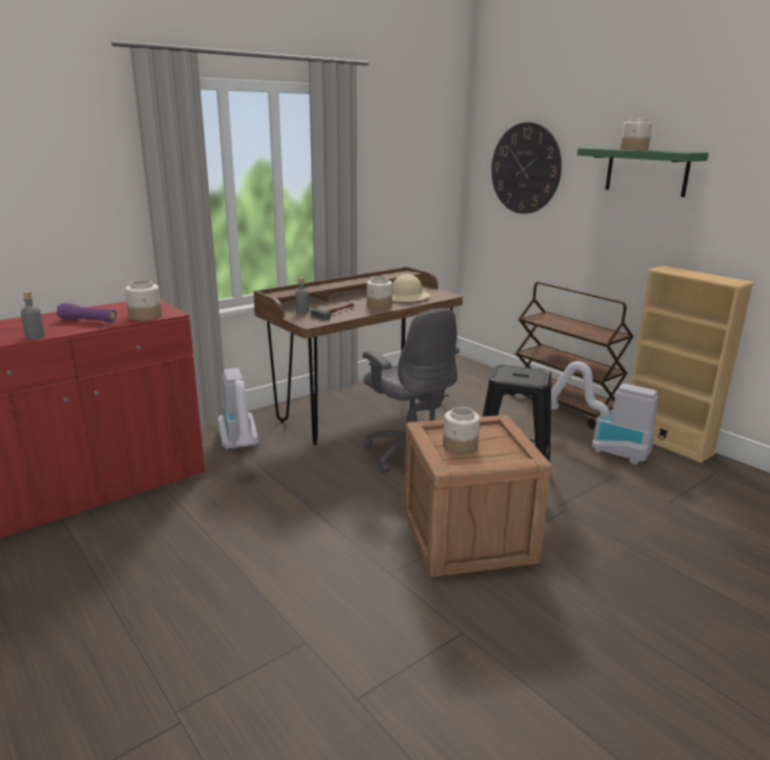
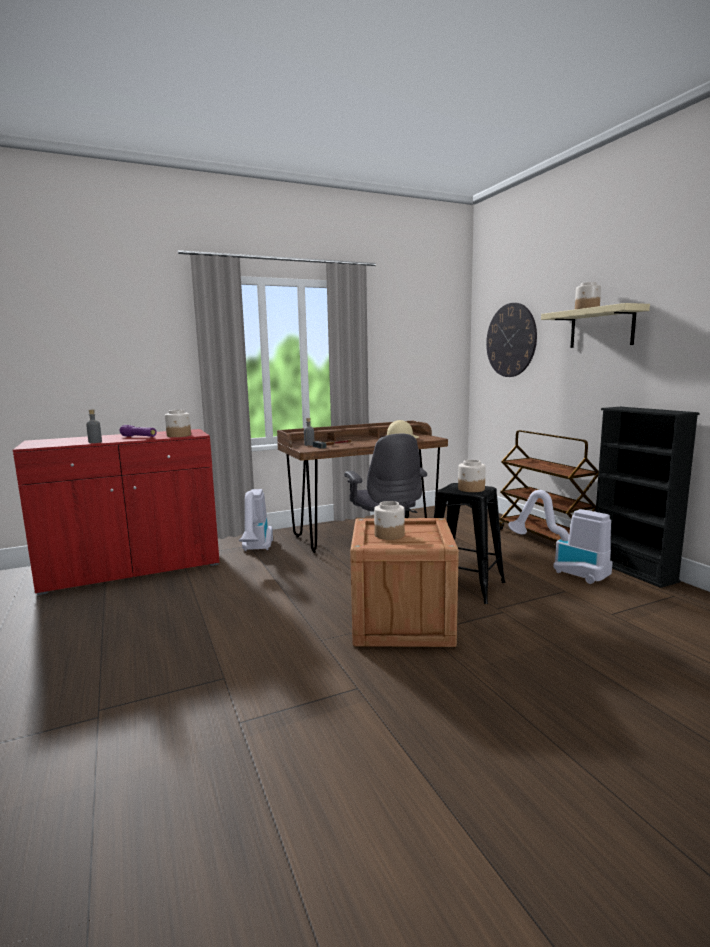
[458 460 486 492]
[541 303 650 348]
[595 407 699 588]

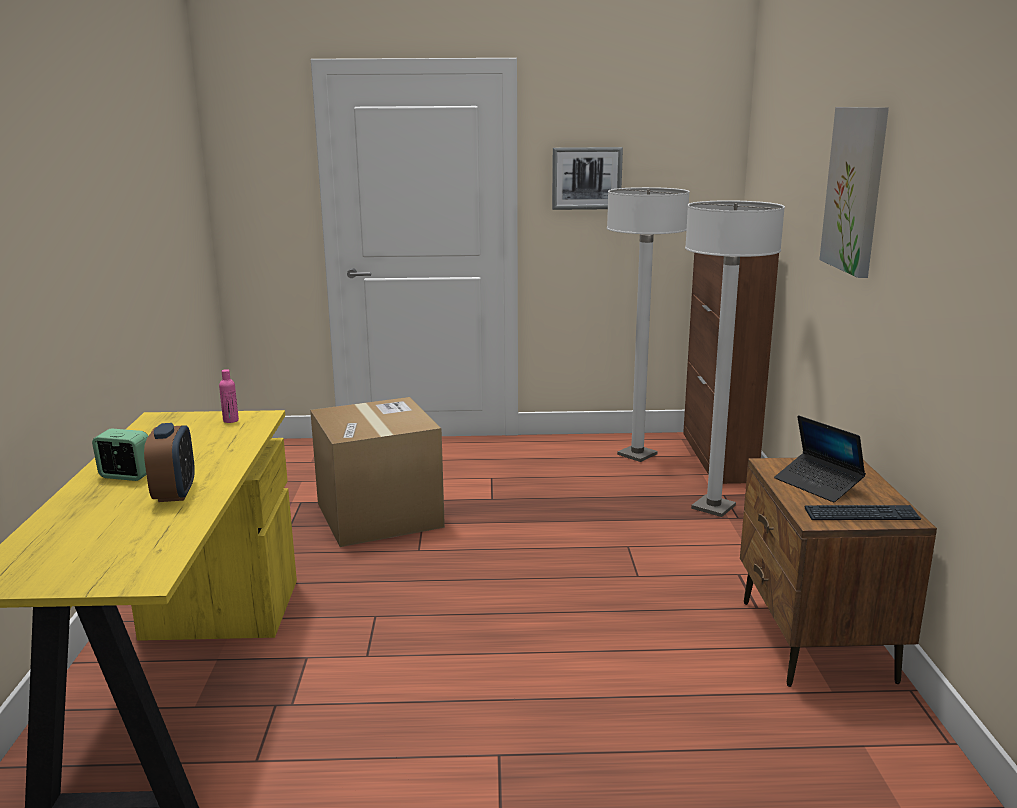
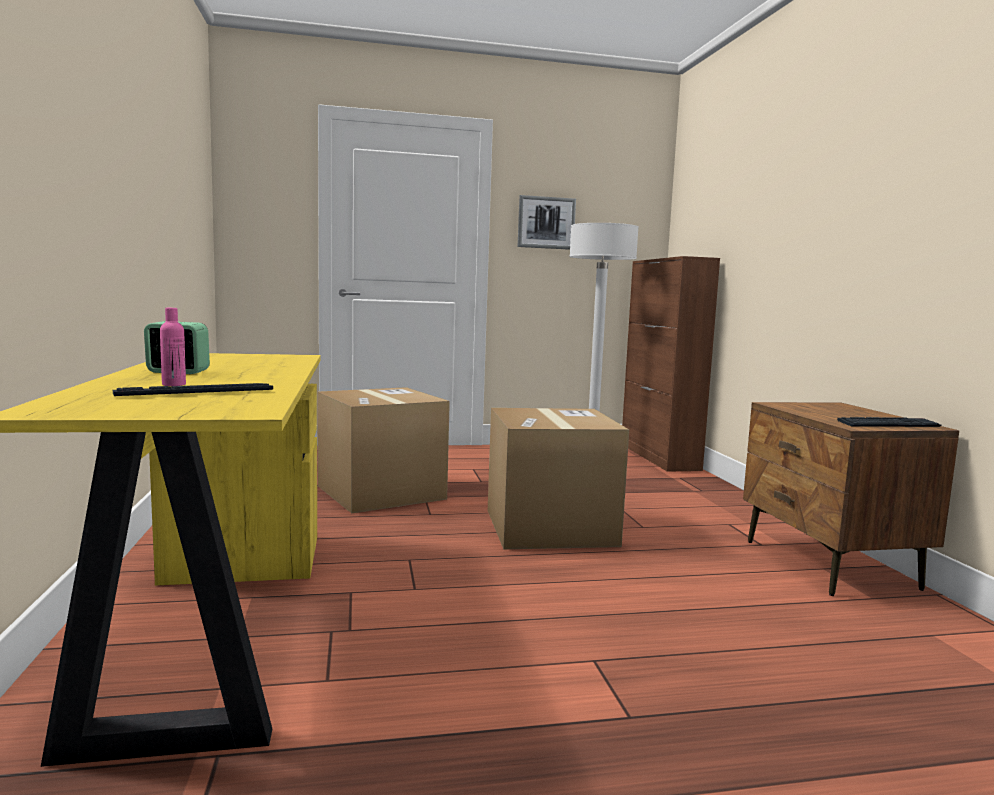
[113 383 273 396]
[160 308 186 386]
[488 408 629 549]
[144 423 195 502] (first image)
[685 200 785 517] (first image)
[774 415 866 502] (first image)
[819 107 889 278] (first image)

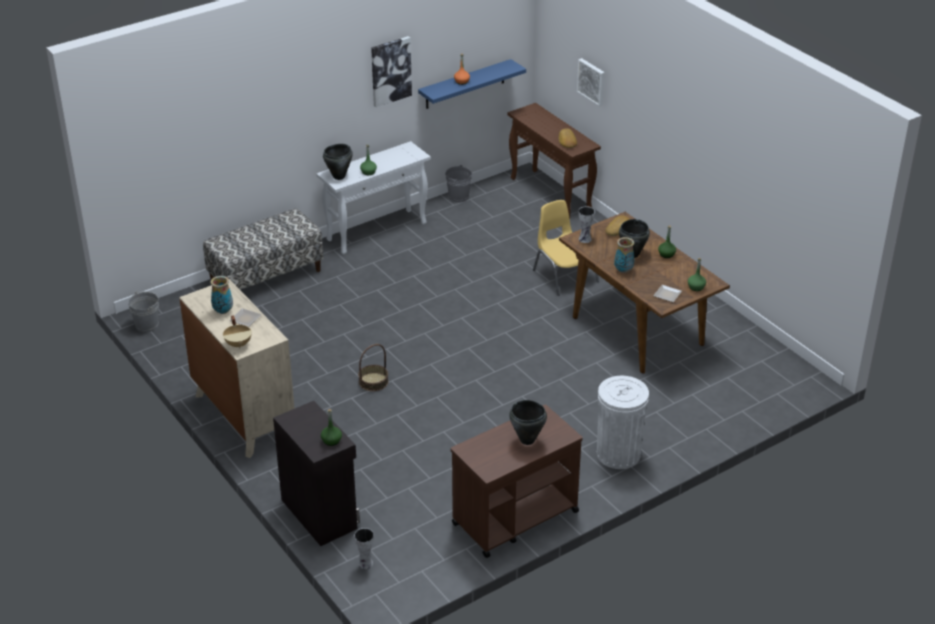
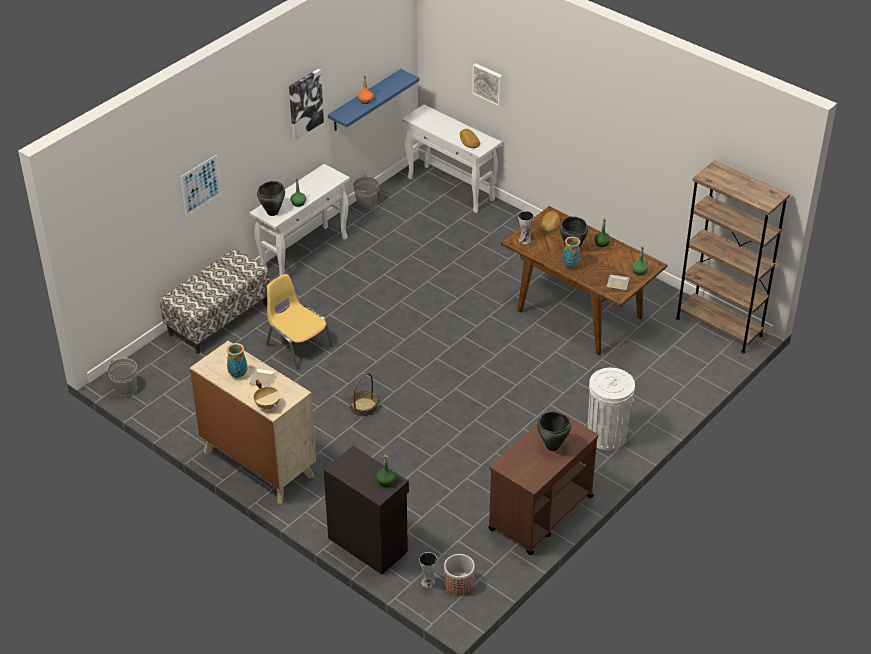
[181 154 221 216]
[266 274 333 369]
[402 105 502 213]
[444 554 475 595]
[676 160 790 354]

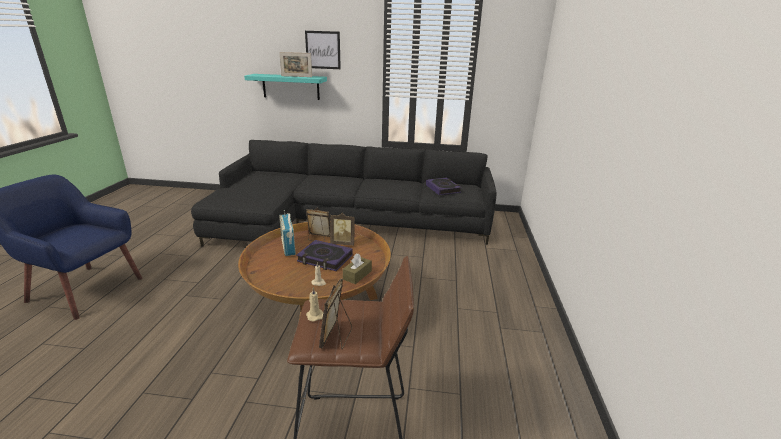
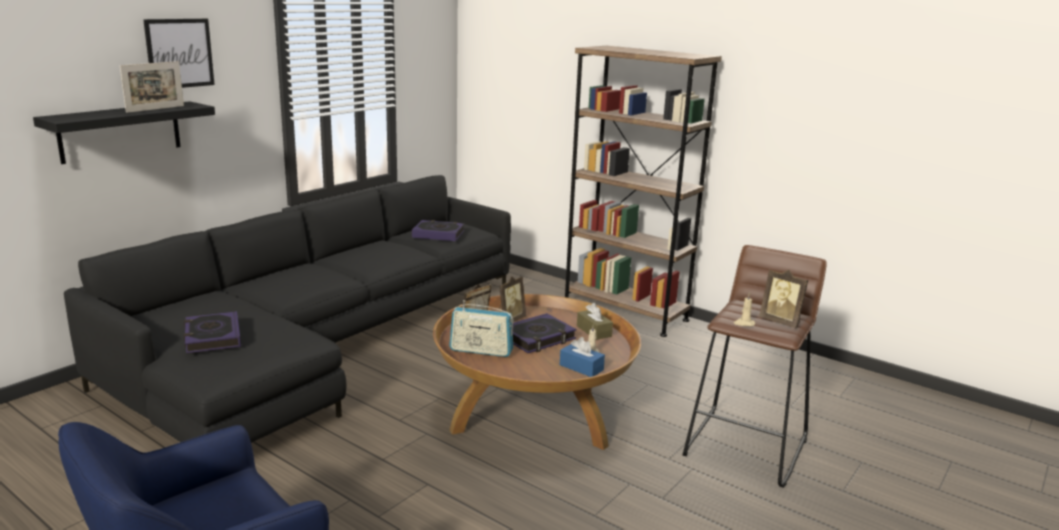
[33 101 215 164]
[184 311 241 354]
[560 337 605 377]
[565 46 722 337]

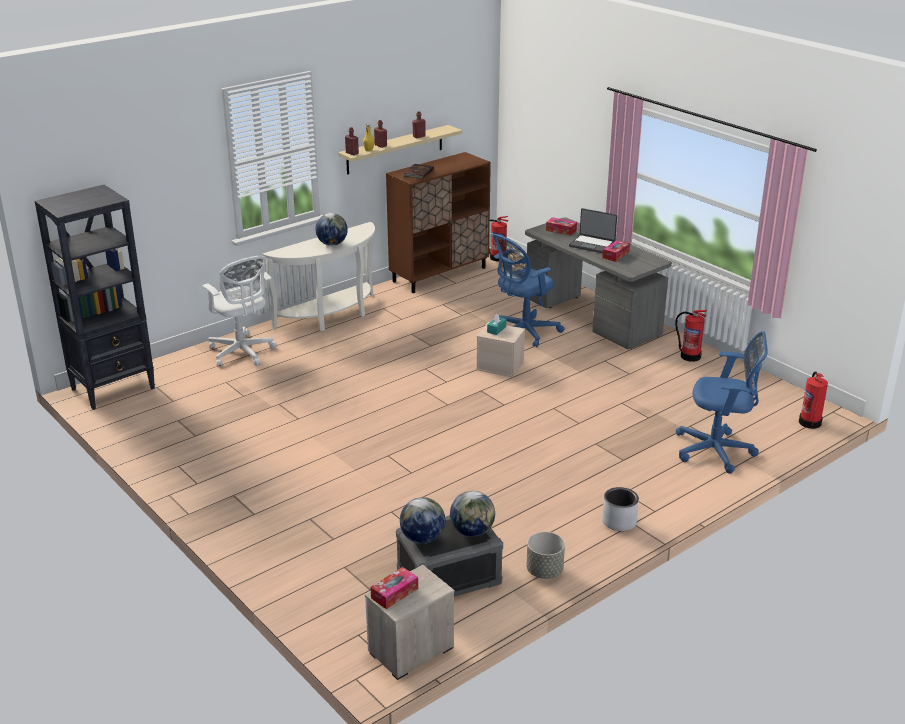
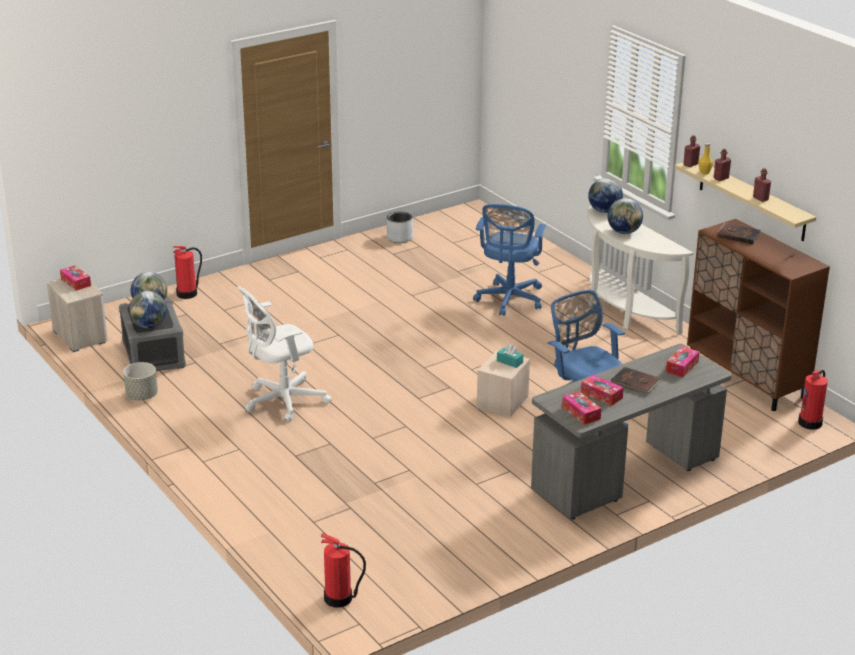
[173 246 202 299]
[237 286 332 422]
[387 212 413 243]
[473 204 546 316]
[562 391 601 425]
[588 178 623 213]
[611 367 660 395]
[35 185 155 410] (first image)

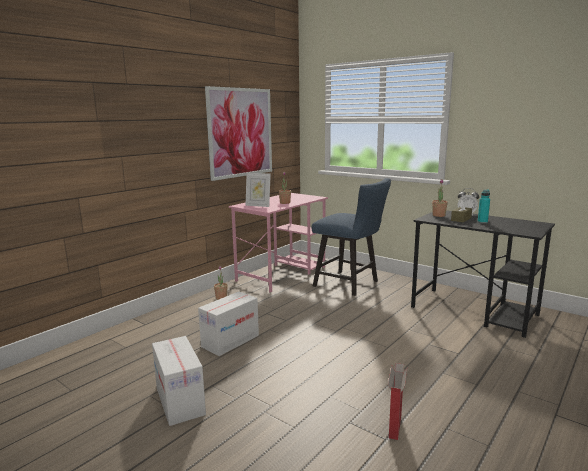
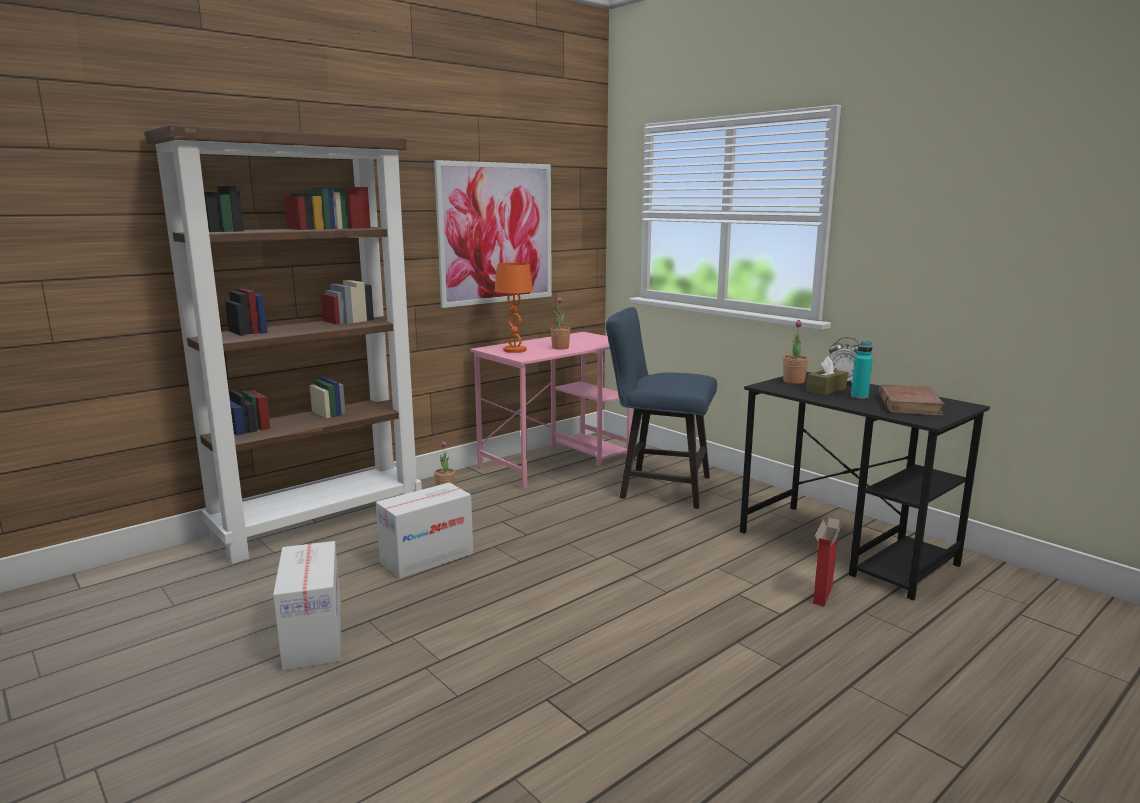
[145 125 422 564]
[494 263 533 353]
[606 307 717 509]
[813 518 843 607]
[879 385 945 416]

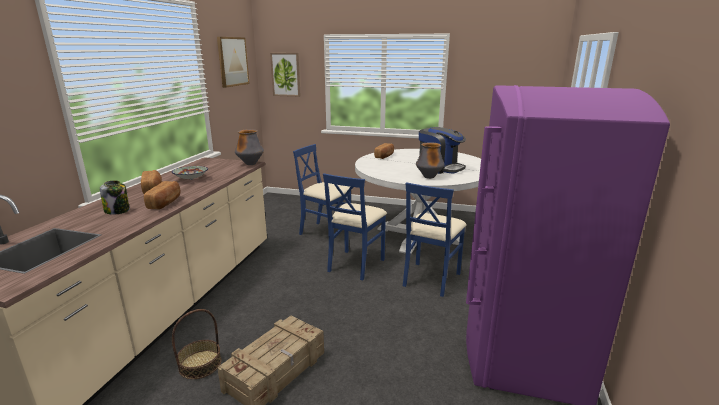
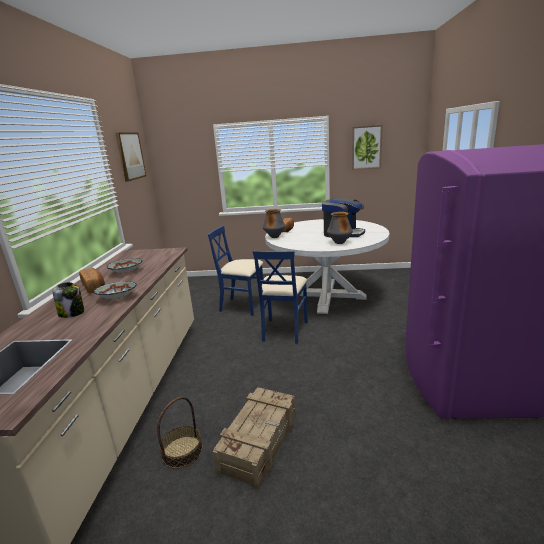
[94 281 137 299]
[263 209 285 238]
[352 125 383 170]
[403 182 467 297] (first image)

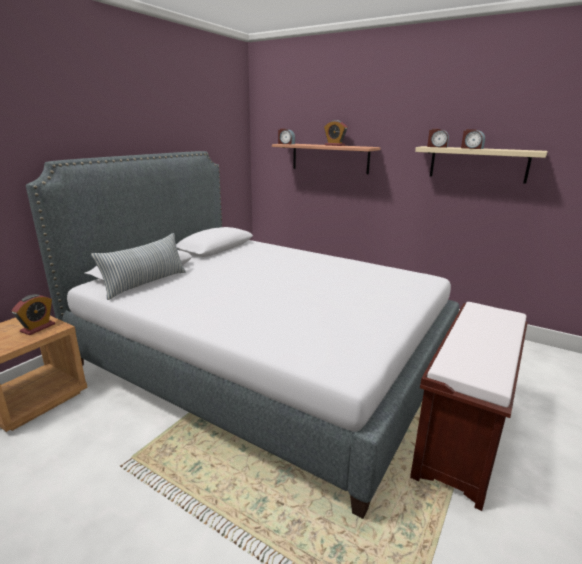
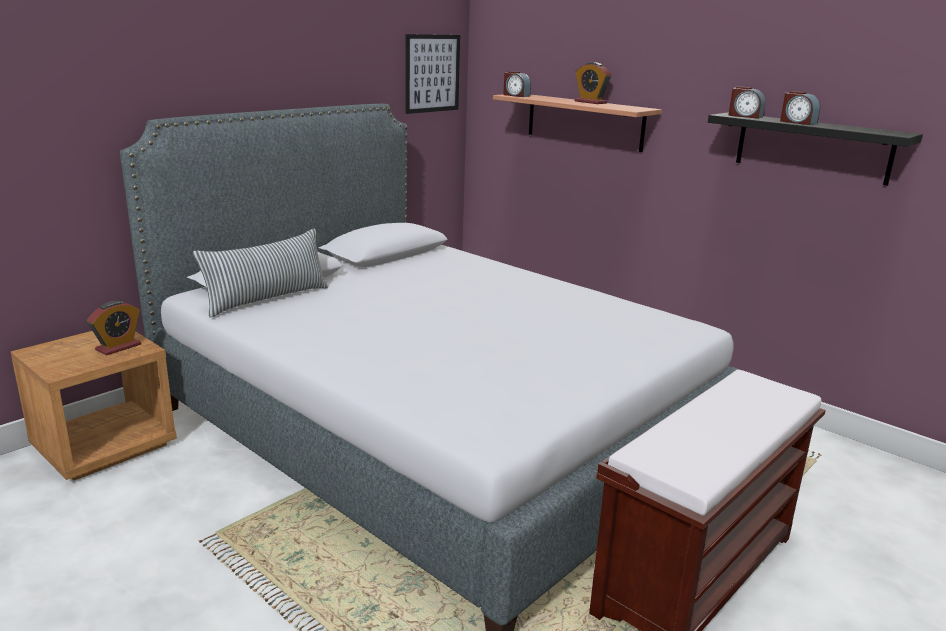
[405 34 460 114]
[708 112 923 186]

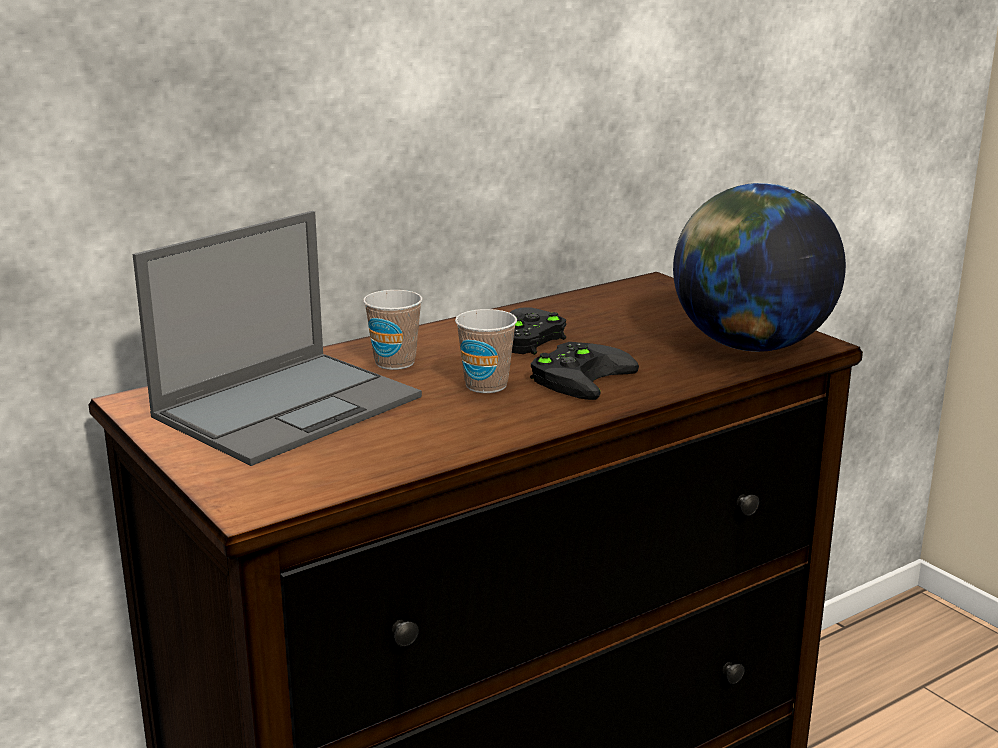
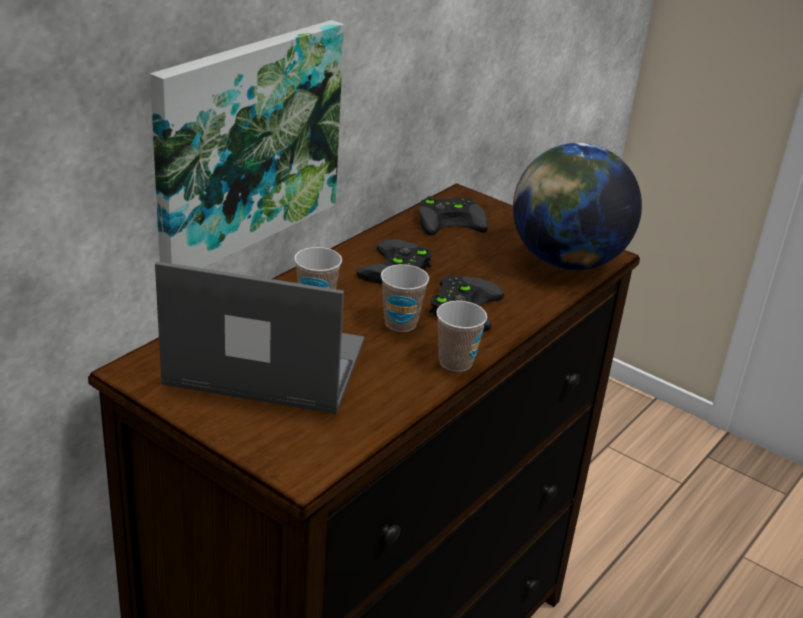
[150 20 344 268]
[155 261 364 414]
[419 196 488 235]
[436 301 487 372]

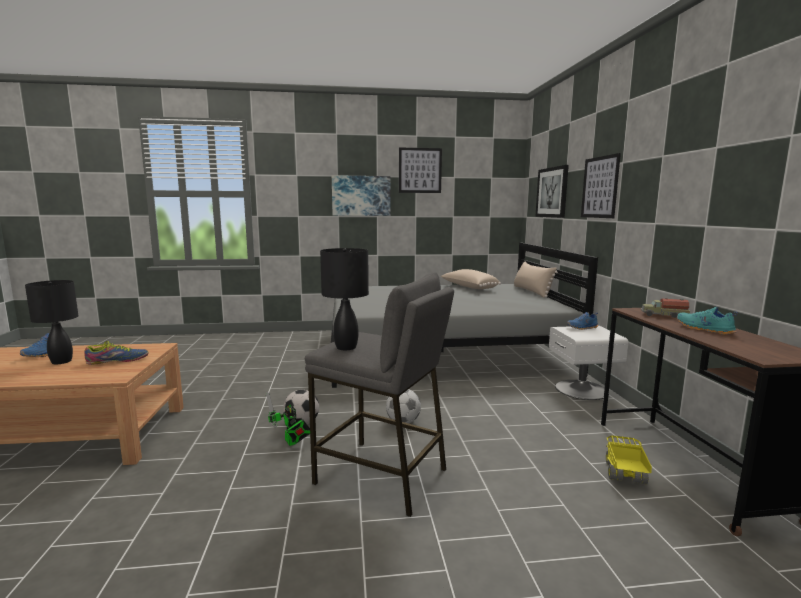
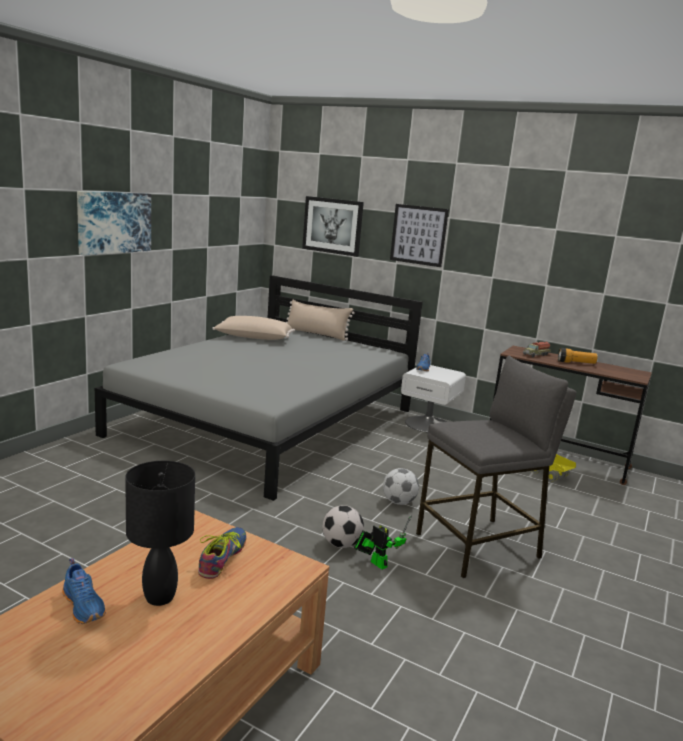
[354 515 411 569]
[558 348 598 364]
[320 248 369 350] (first image)
[399 147 442 193] (first image)

